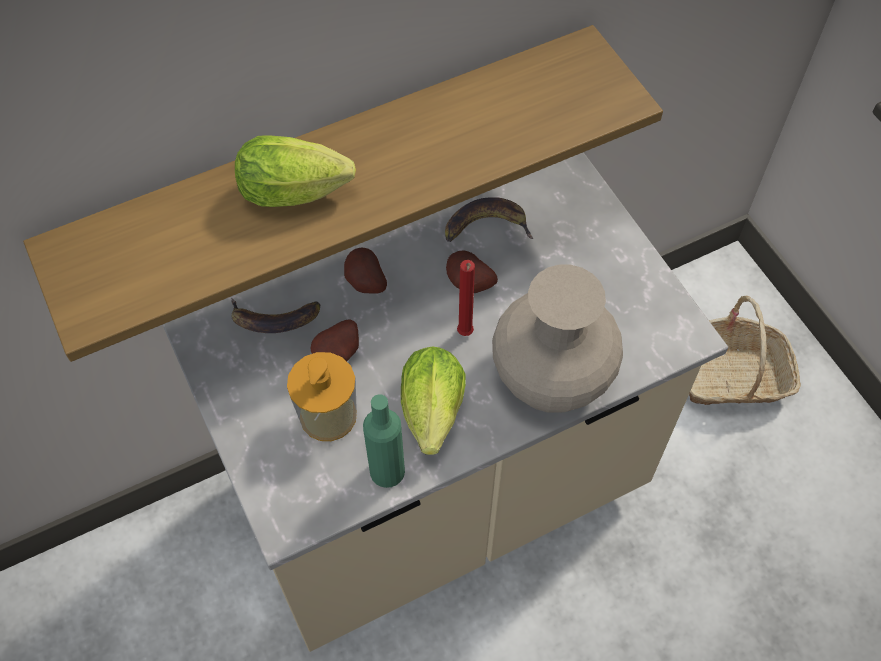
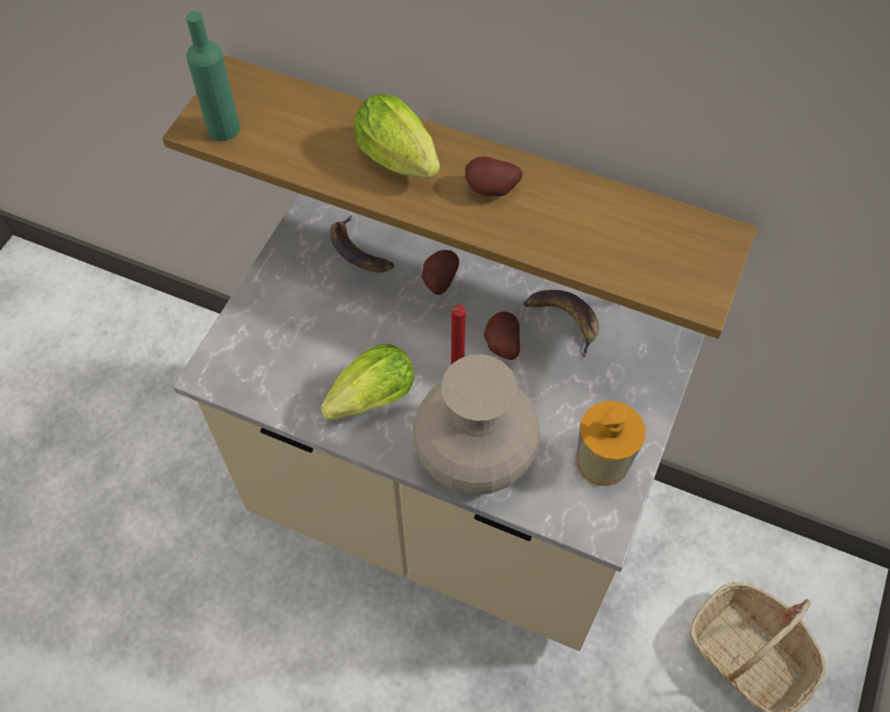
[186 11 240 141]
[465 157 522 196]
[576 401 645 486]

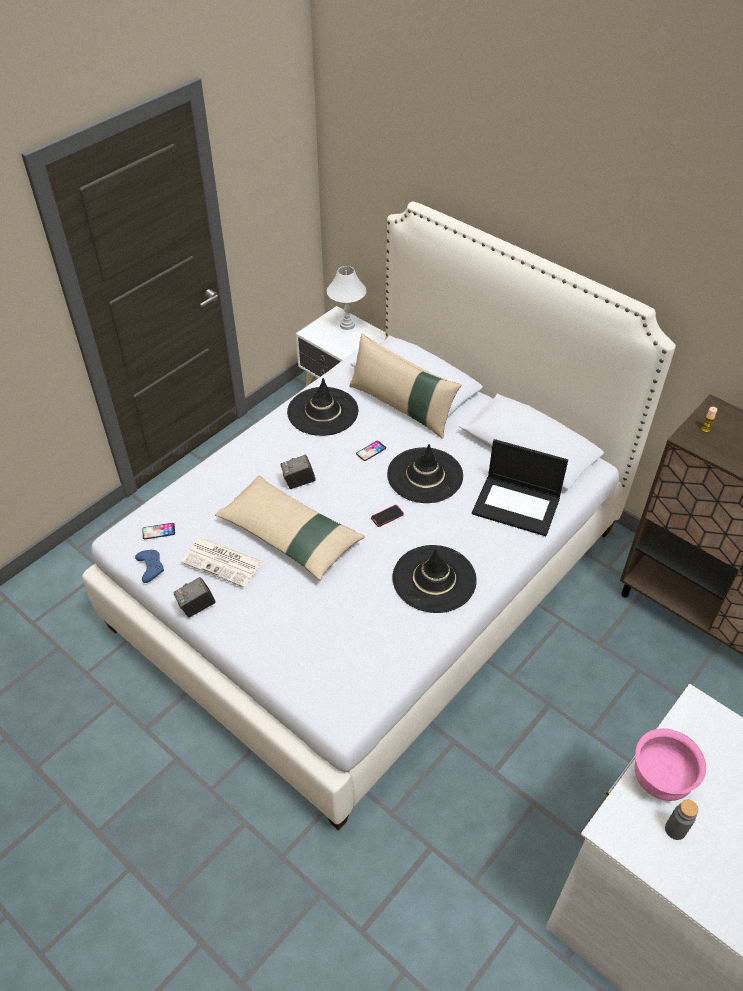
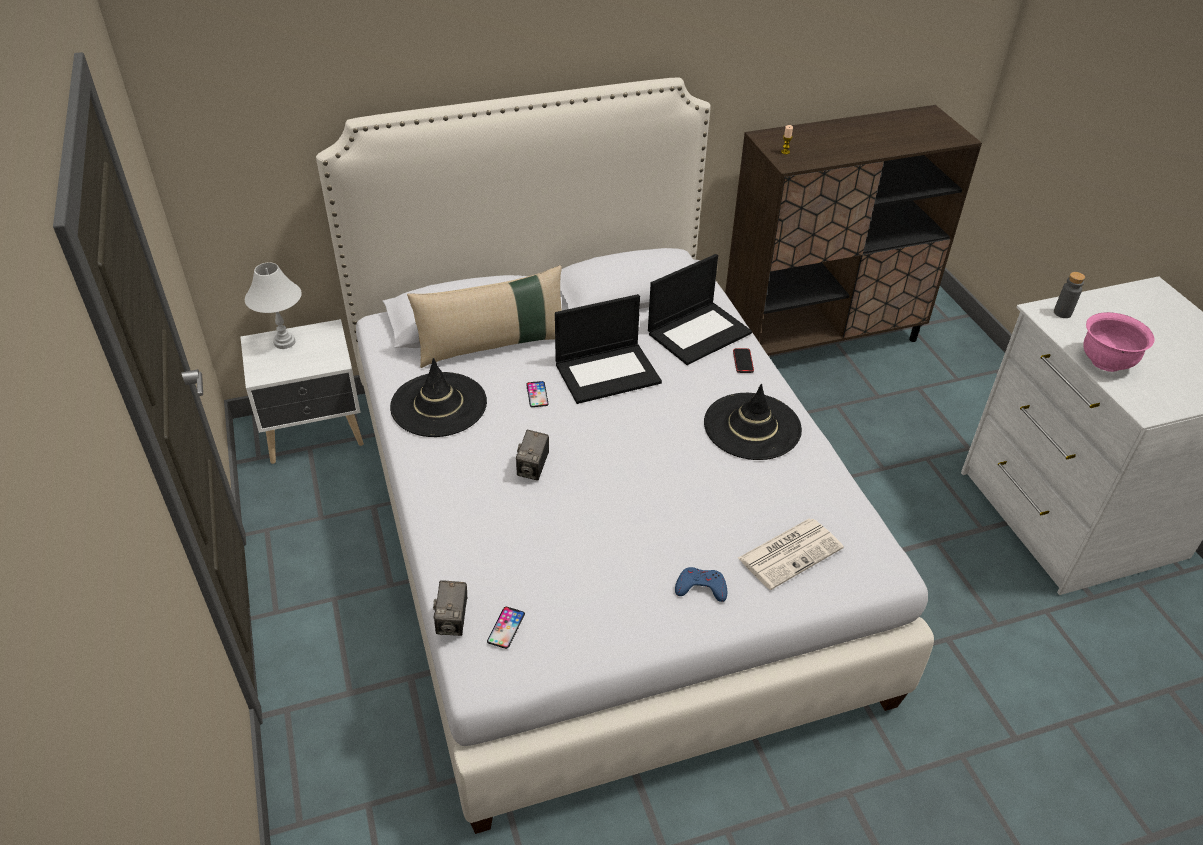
[433 580 467 636]
[555 294 662 404]
[675 567 727 602]
[733 348 754 373]
[738 519 844 590]
[1054 272 1085 318]
[215 475 365 580] (first image)

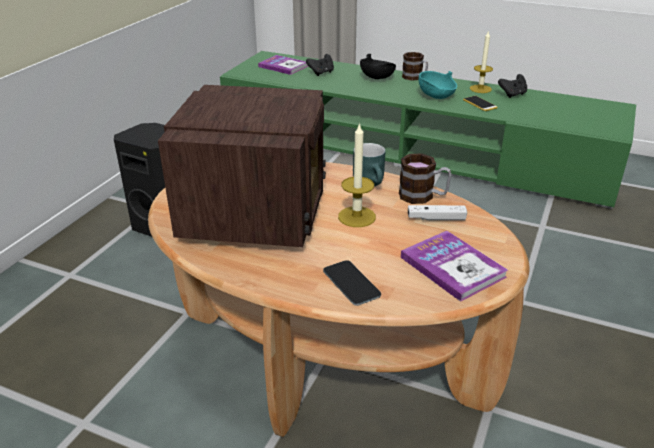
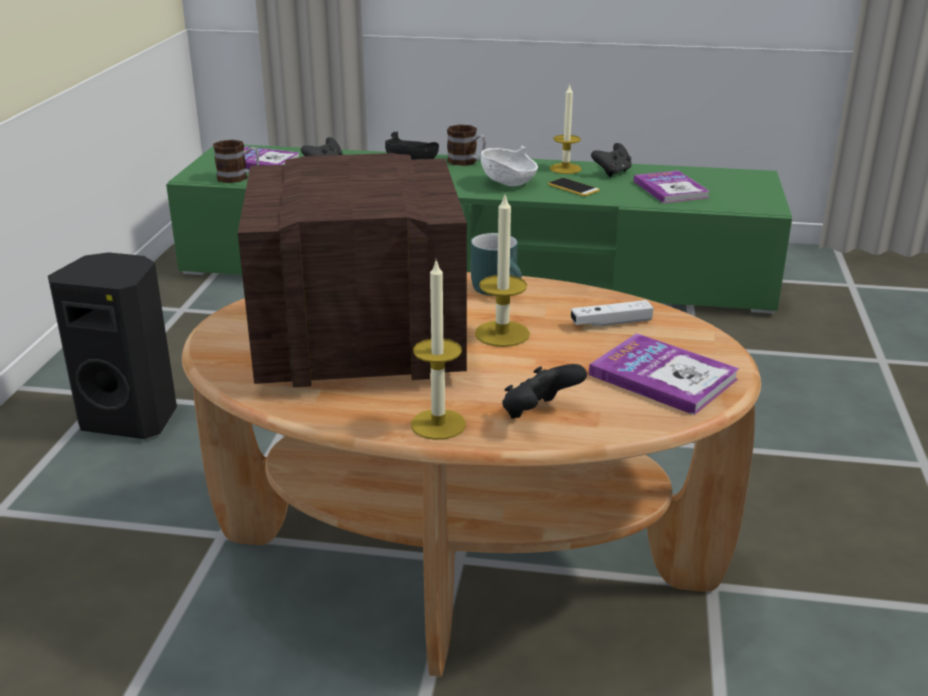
[213 140 259 183]
[238 153 467 387]
[411 259 466 440]
[481 145 538 186]
[502 364 587 418]
[634 171 709 203]

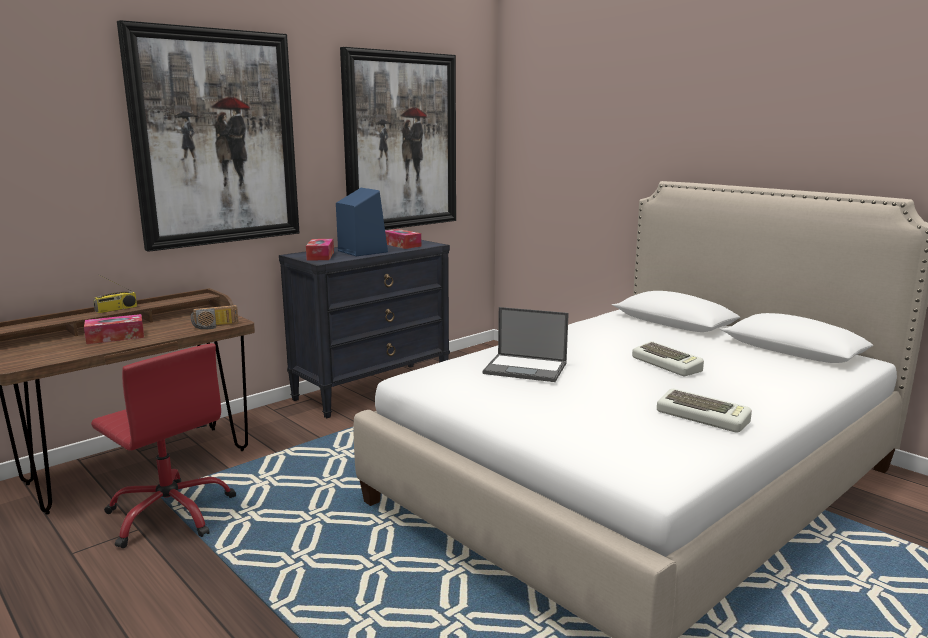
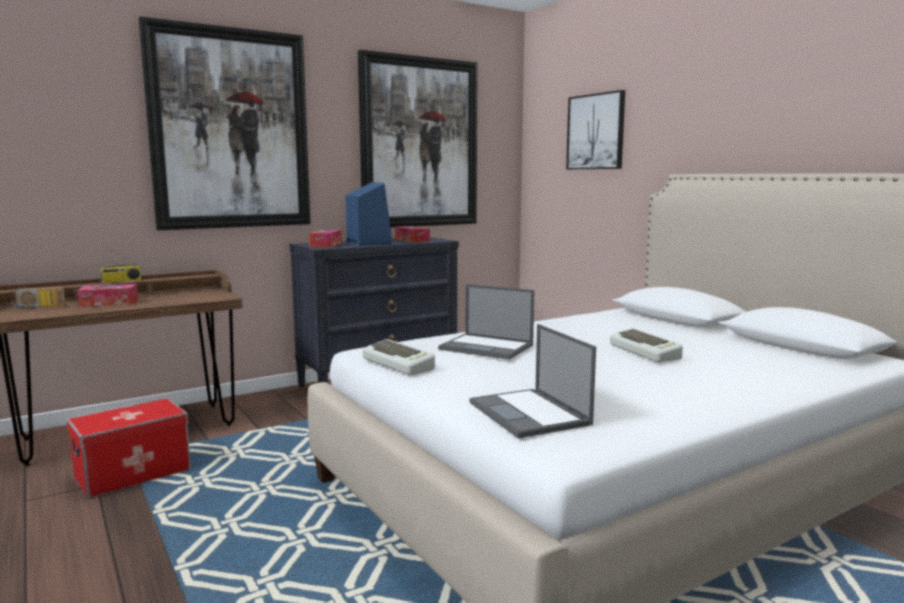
[11 287 66 310]
[66 398 191 499]
[363 339 435 375]
[469 324 596 438]
[566 90 625 169]

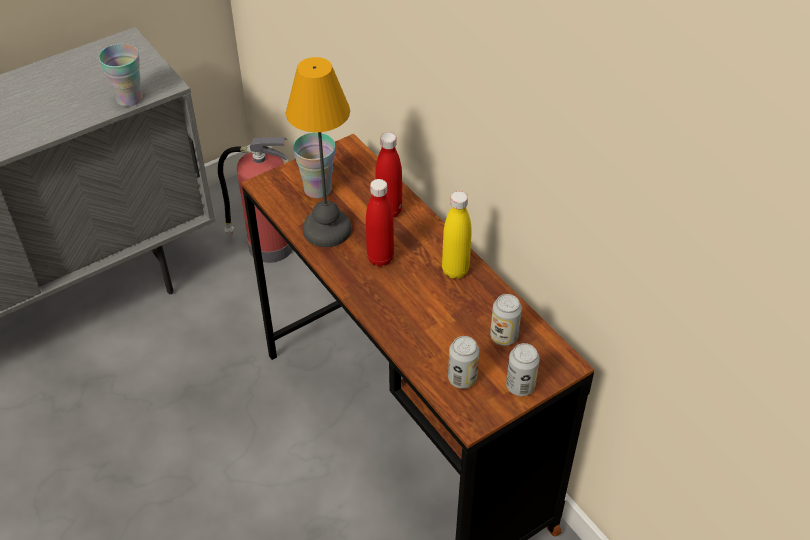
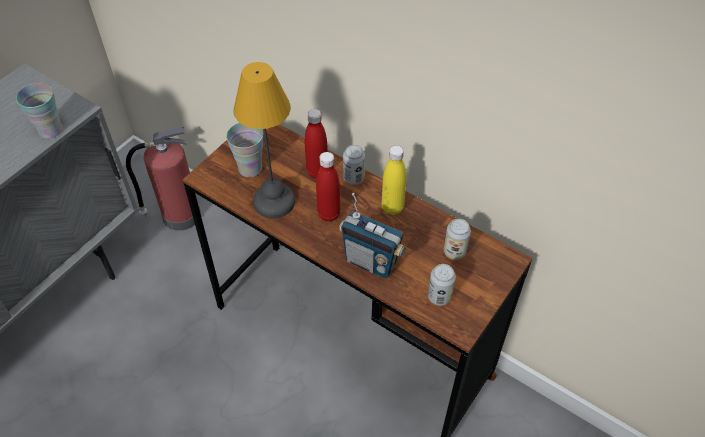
[339 193 407 278]
[343 145 365 185]

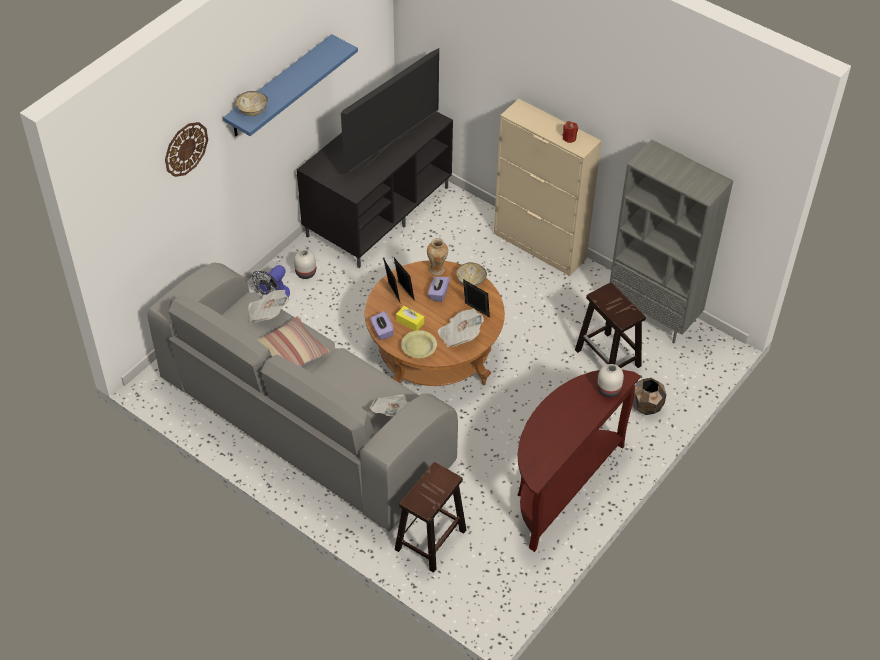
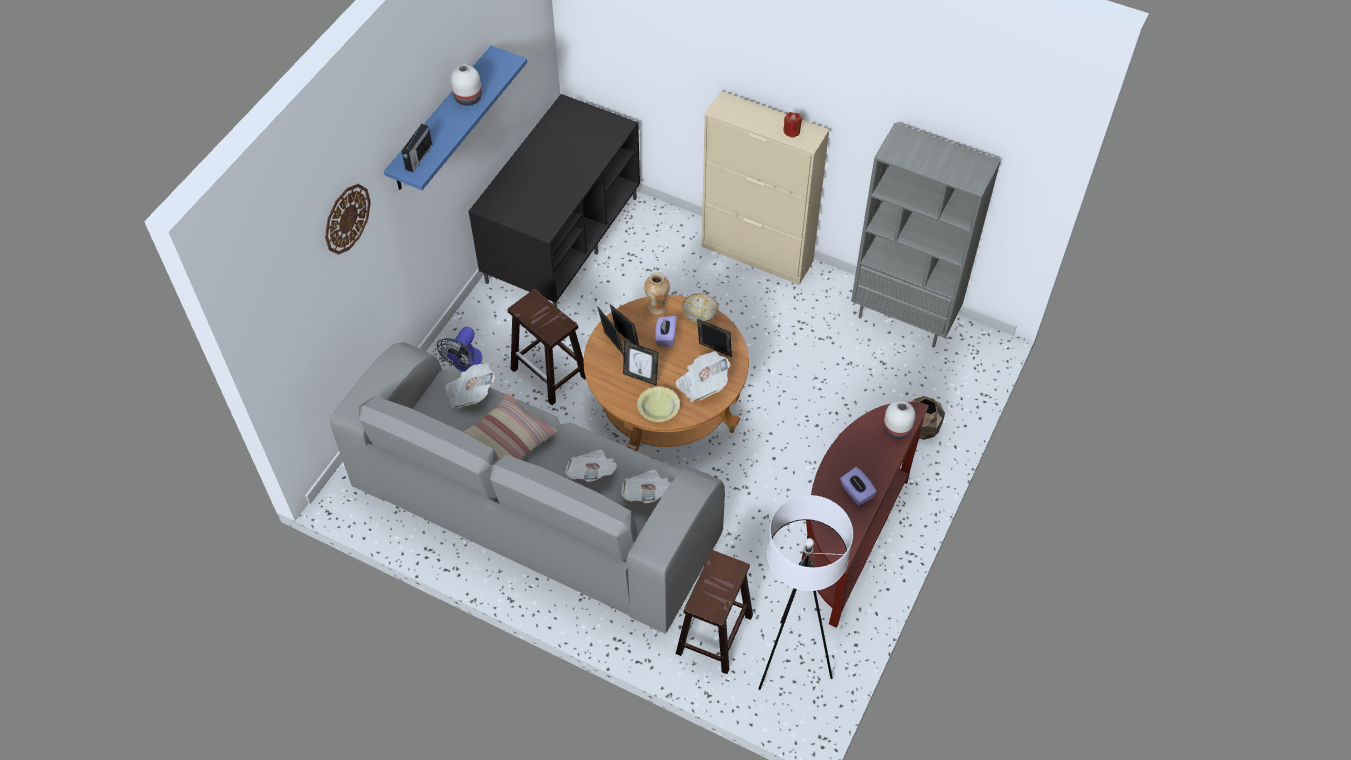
[402 124 433 172]
[451 64 482 106]
[507 289 586 405]
[565 450 618 482]
[623 340 658 386]
[758 495 853 690]
[840 467 877 506]
[341 48 439 174] (first image)

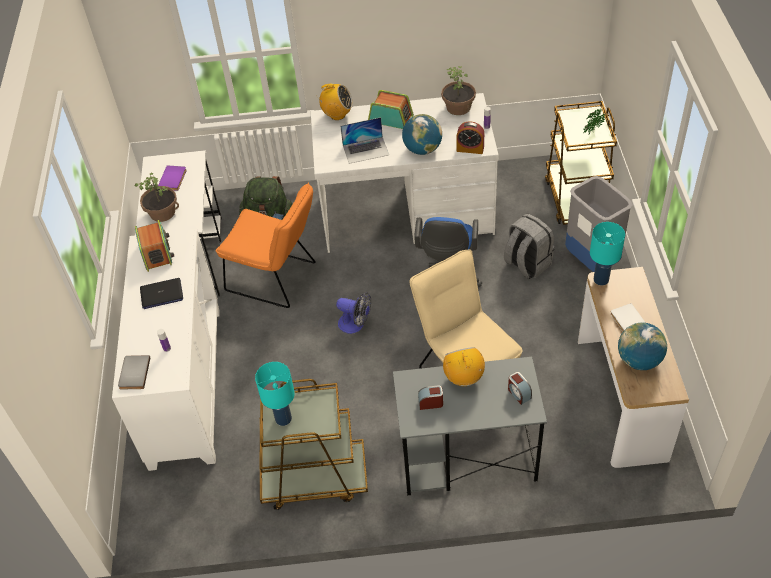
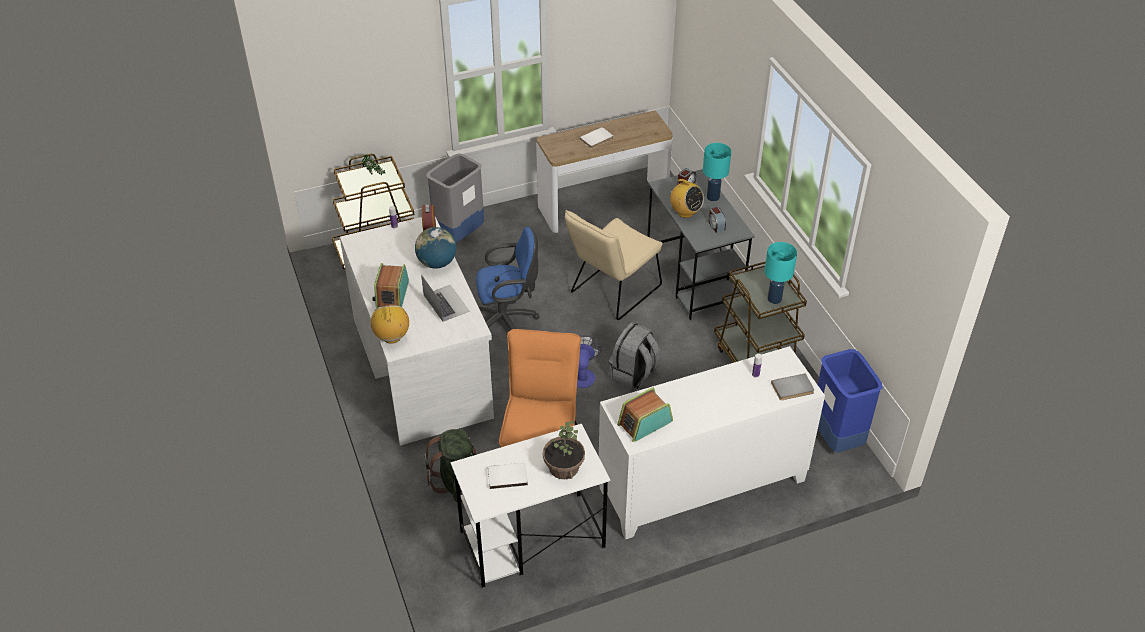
[488 463 528 489]
[609 322 661 390]
[668 179 704 218]
[703 143 731 201]
[818 349 883 452]
[140 278 183 309] (first image)
[441 66 476 115] (first image)
[618 322 667 370] (first image)

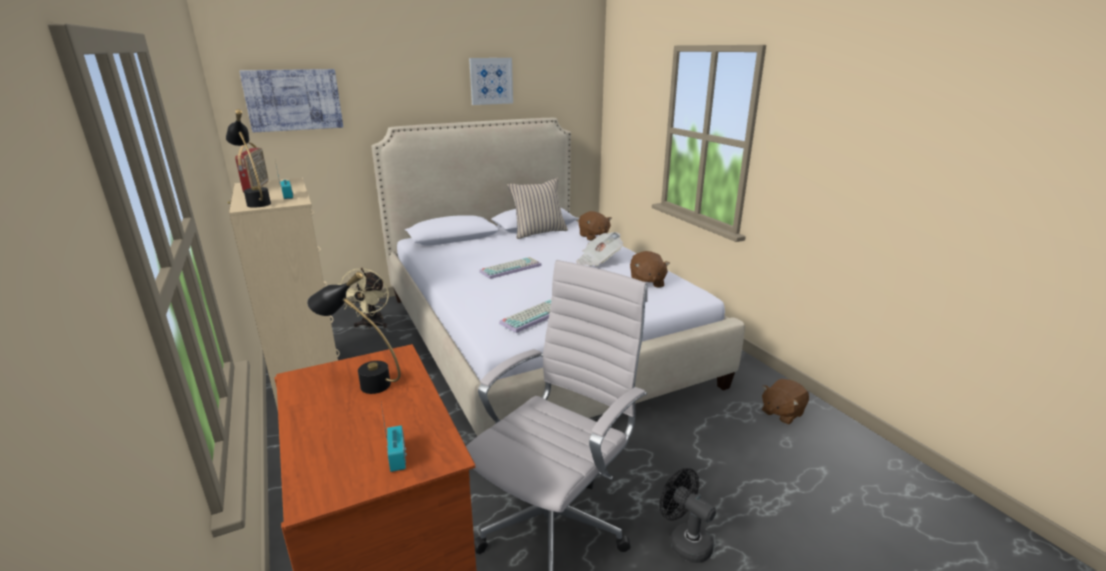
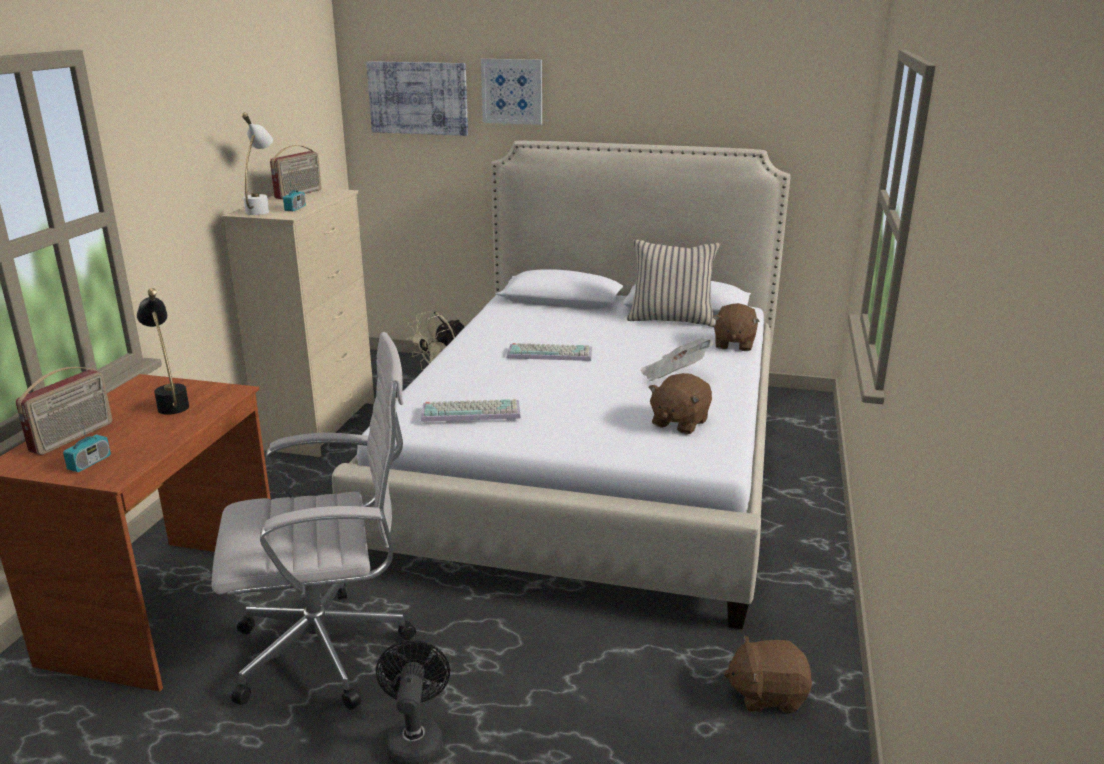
[16 367 112 455]
[241 112 273 215]
[481 59 542 125]

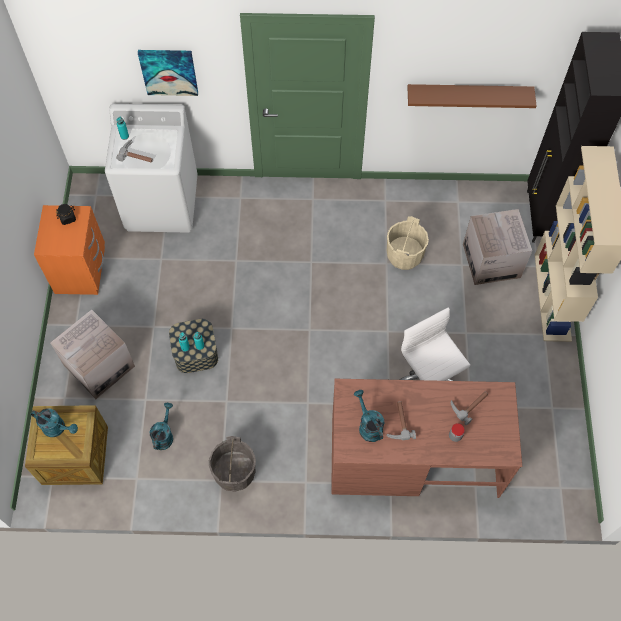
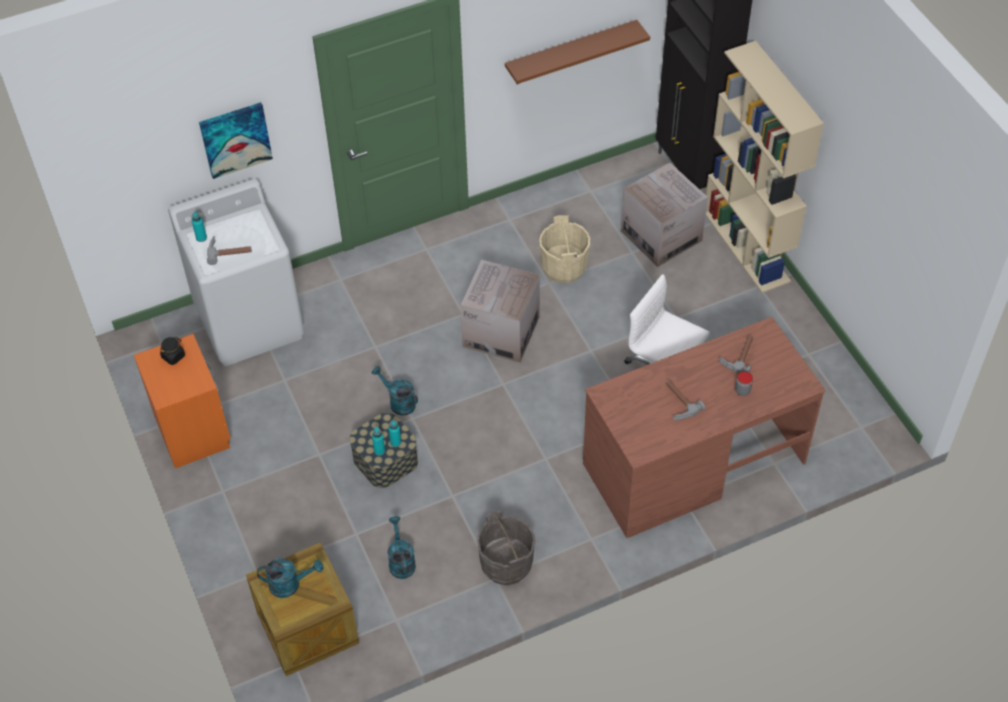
[371 366 418 416]
[460 260 540 363]

